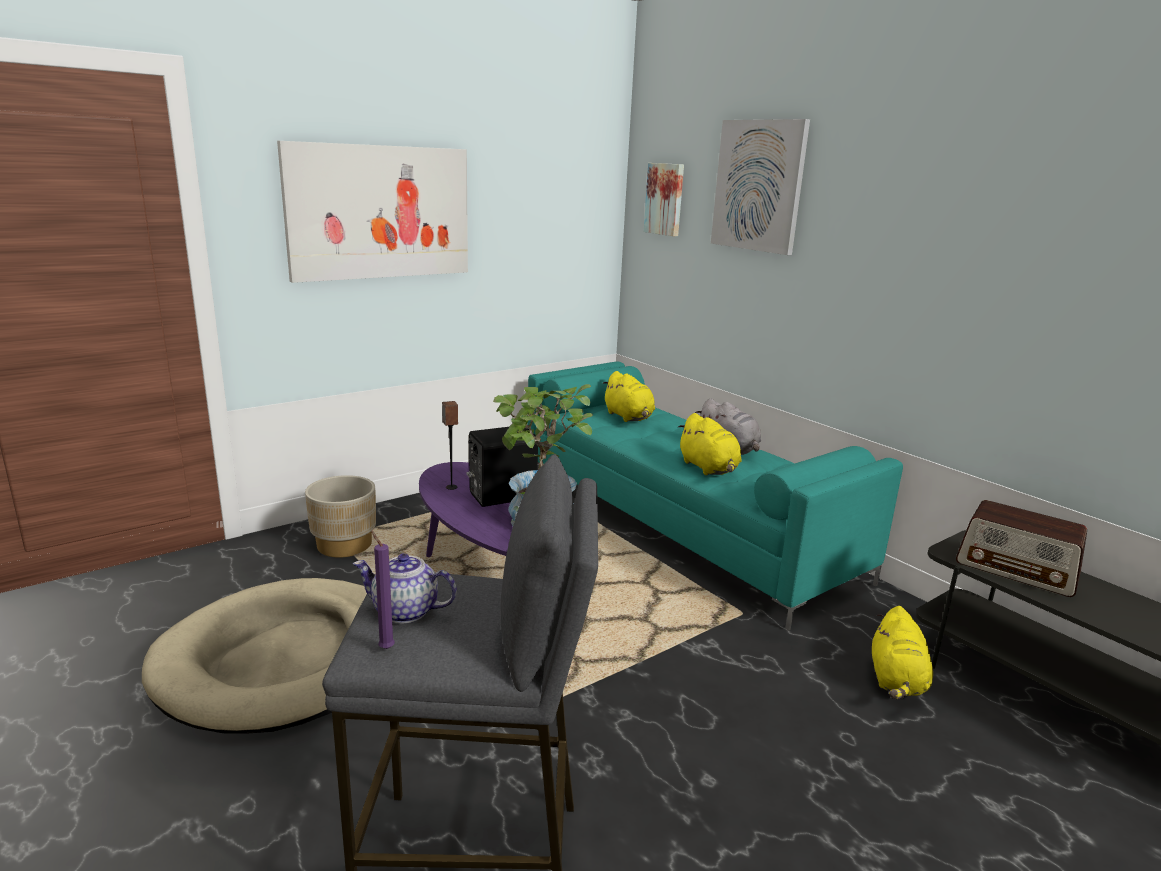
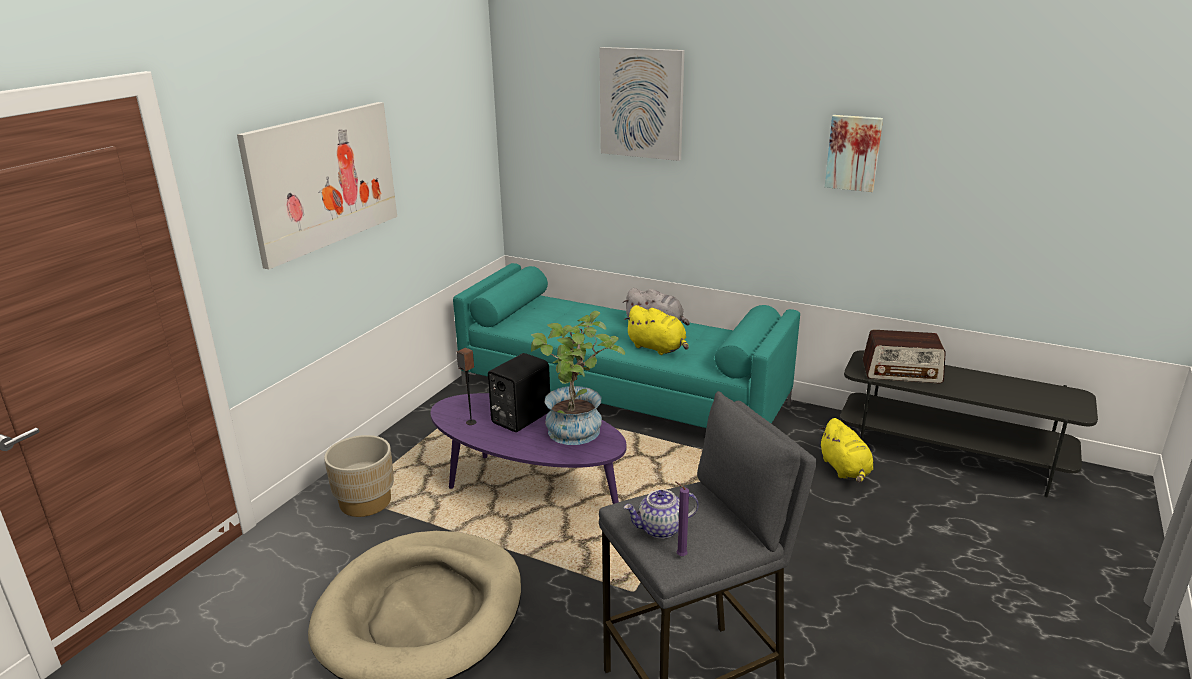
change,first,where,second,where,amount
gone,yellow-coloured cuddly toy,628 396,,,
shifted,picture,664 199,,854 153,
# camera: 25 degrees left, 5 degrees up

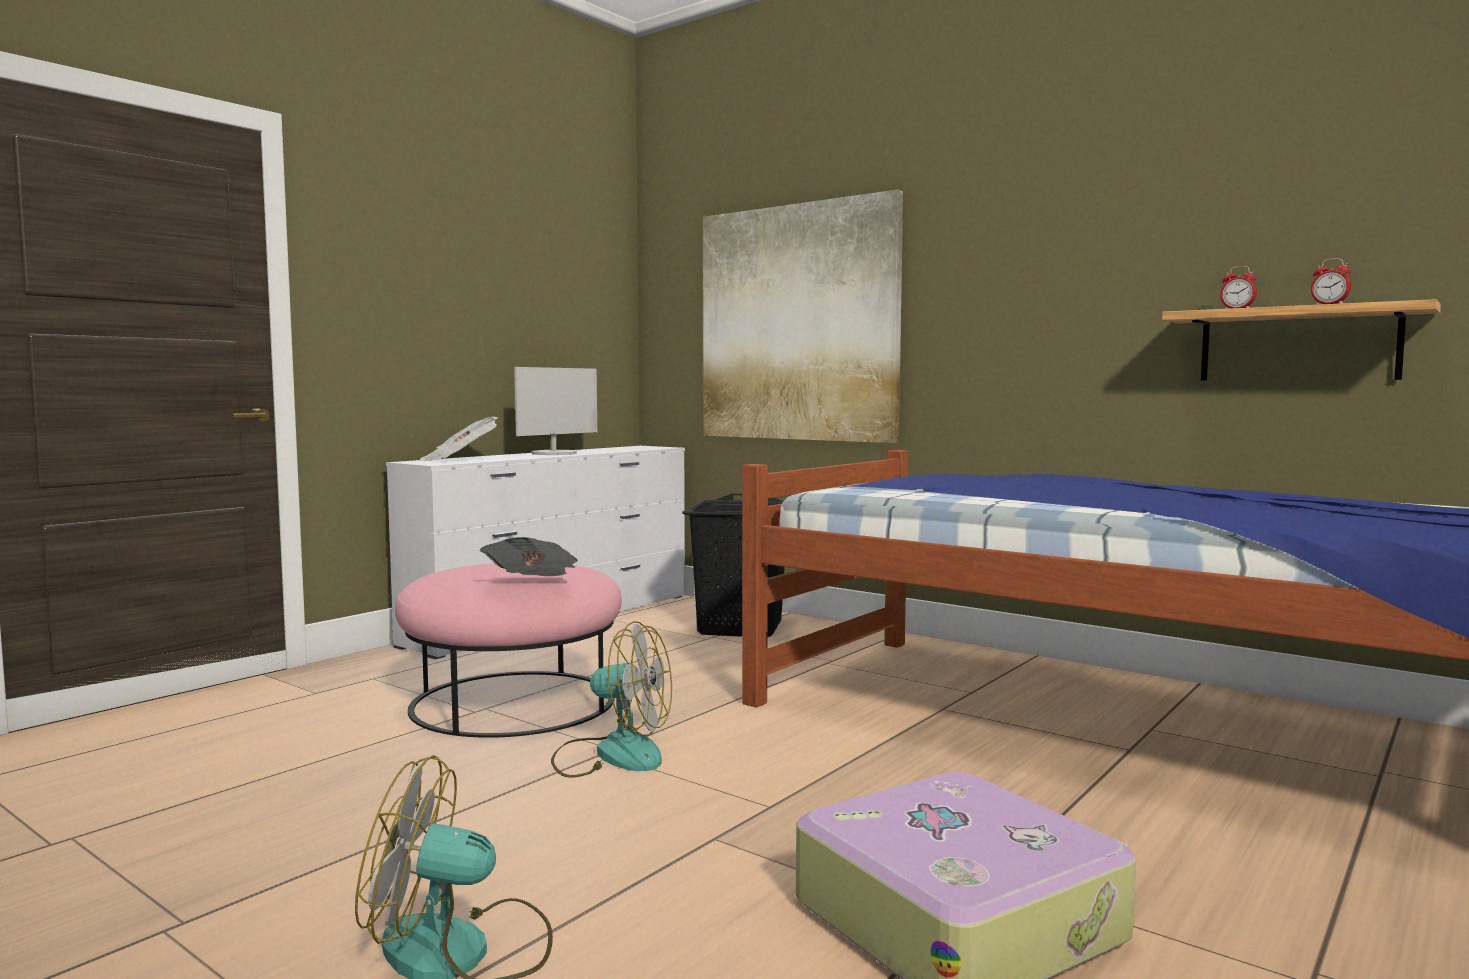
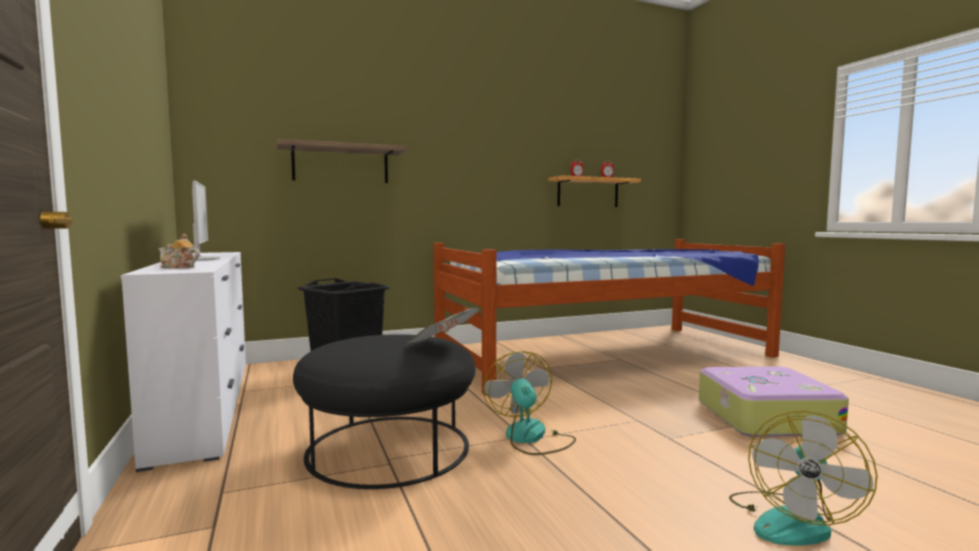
change,first,where,second,where,amount
repainted,pinkish pouffe,508 650,black pouffe,384 411,
swapped,daily paper,459 439,tea pot,179 251,
rotated,cooling fan,611 699,,529 403,60 degrees counterclockwise
swapped,picture,803 316,wall shelf,342 161,
# camera: 60 degrees left, 0 degrees up

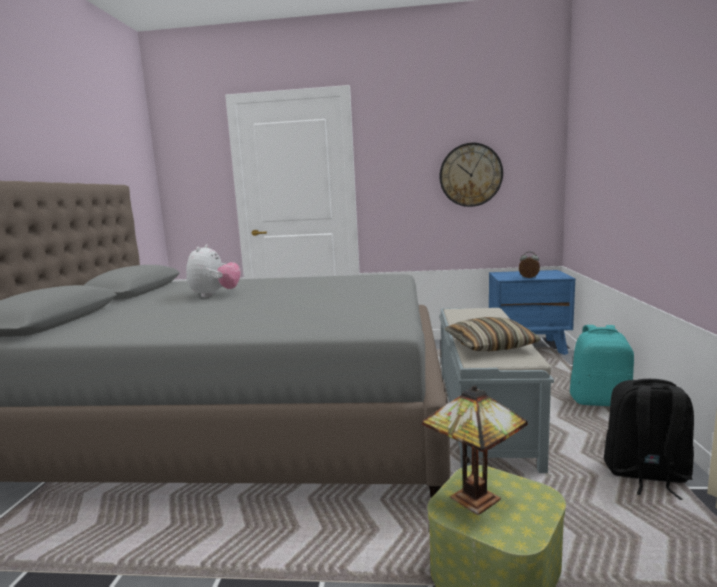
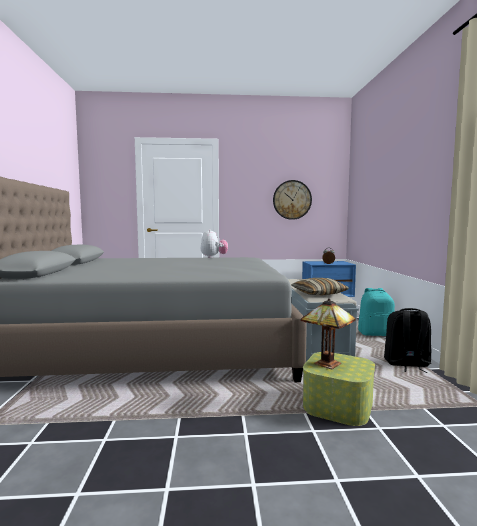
change,first,where,second,where,amount
shifted,cuddly toy,213 271,,214 243,
# camera: 10 degrees left, 5 degrees down

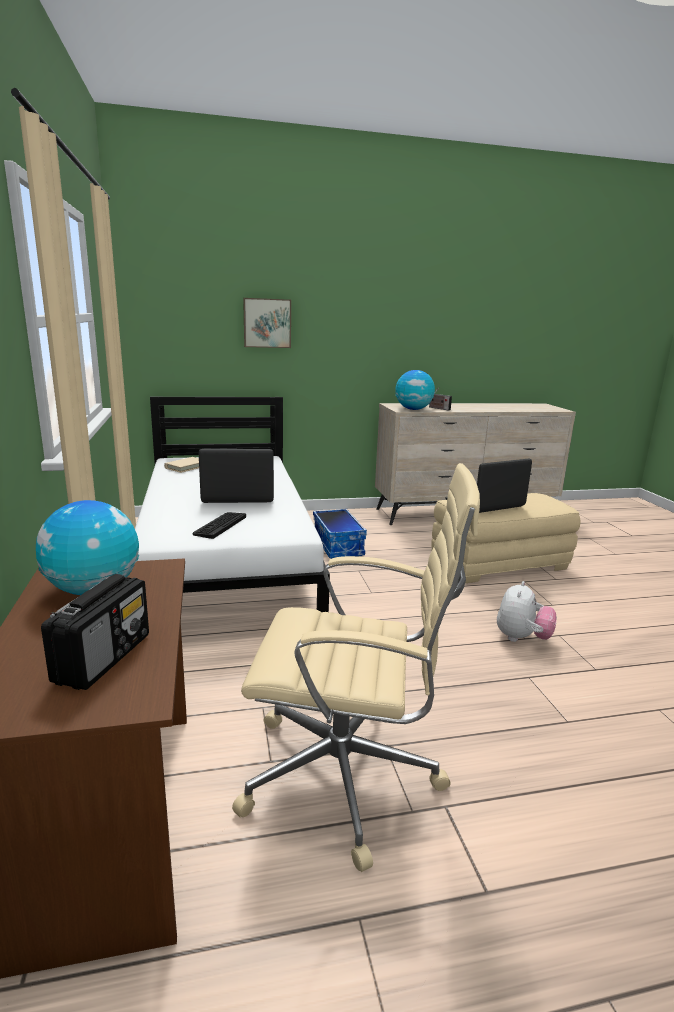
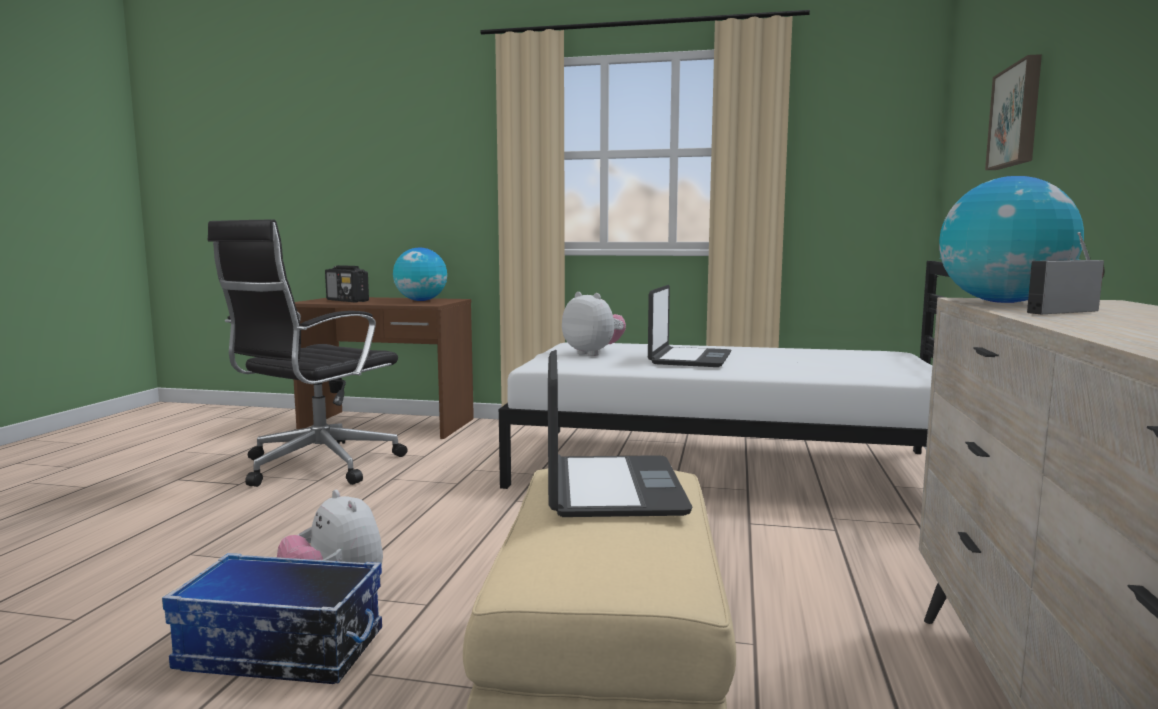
change,first,where,second,where,amount
gone,sand-coloured bound book,181 465,,,
swapped,PC keyboard,219 525,cuddly toy,594 324,
repainted,sand-coloured computer chair,356 667,black computer chair,307 353,
shifted,storage container,340 534,,272 618,
# camera: 115 degrees right, 10 degrees down

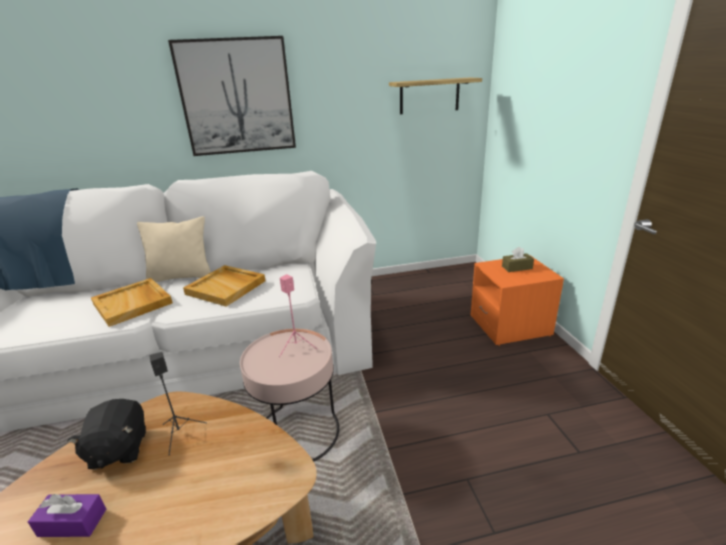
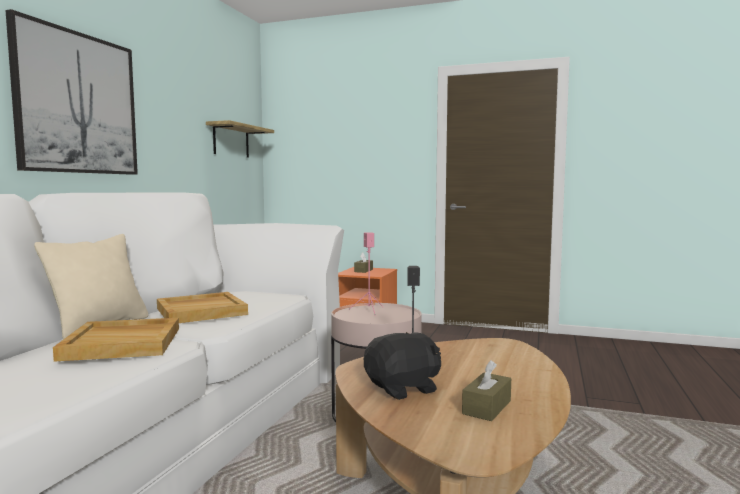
change,first,where,second,where,amount
repainted,purplish tissue holder,67 515,brown-coloured tissue holder,486 390,
rotated,black cuddly toy,106 434,,402 366,45 degrees counterclockwise
# camera: 60 degrees left, 20 degrees down

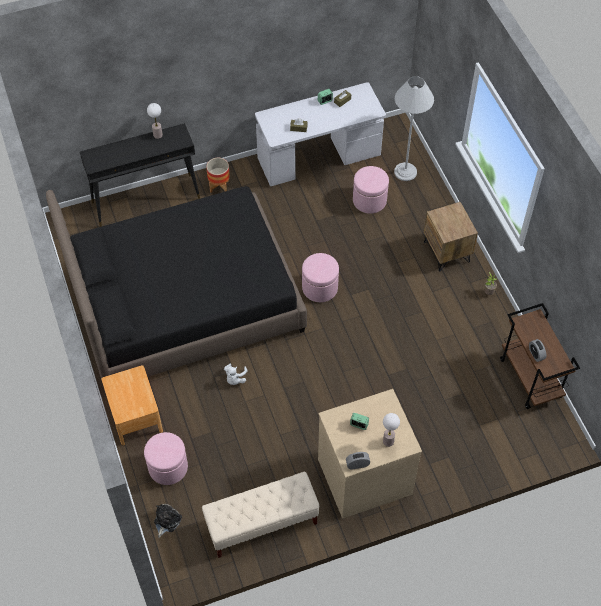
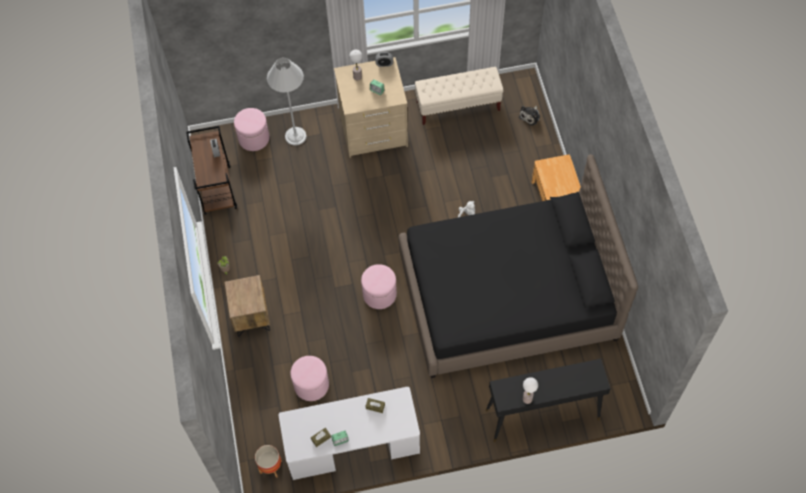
change,first,where,second,where,amount
shifted,pinkish pouffe,166 458,,252 129,
shifted,flower pot,218 175,,268 461,
shifted,white-coloured floor lamp,414 128,,287 102,
# camera: 170 degrees left, 5 degrees up

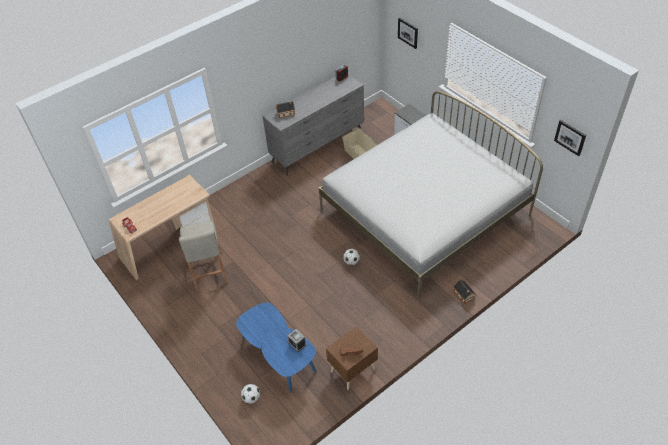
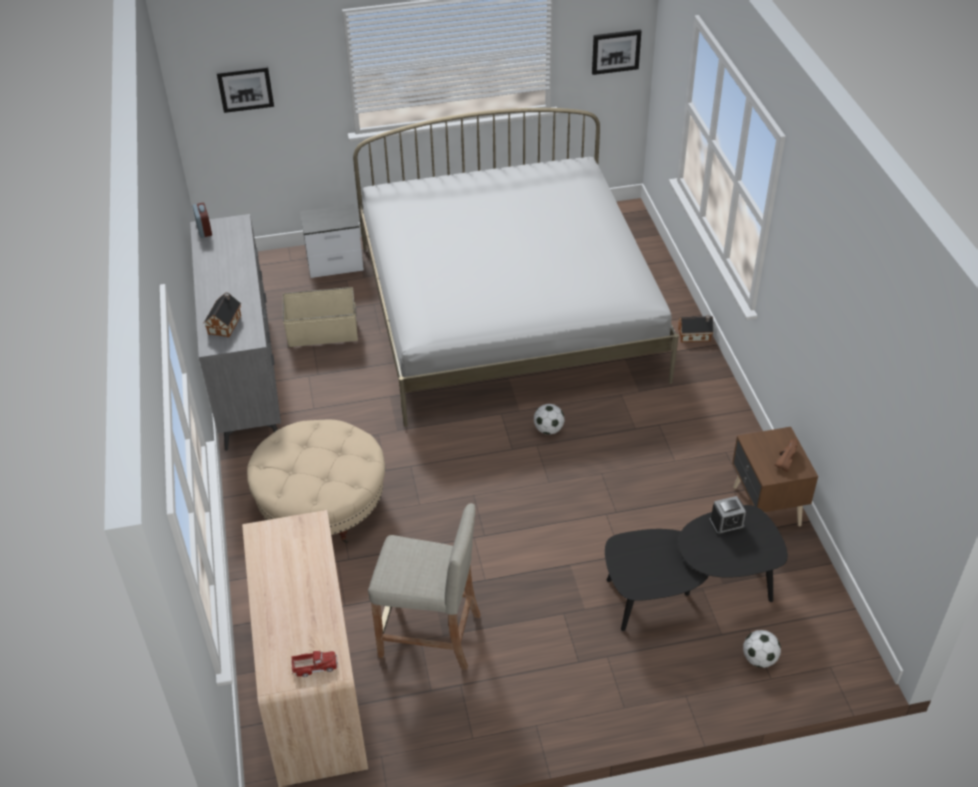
change,first,where,second,where,amount
repainted,blue lounge table,276 347,black lounge table,696 568,
new,,,sand-coloured pouffe,316 481,
# camera: 65 degrees left, 5 degrees down

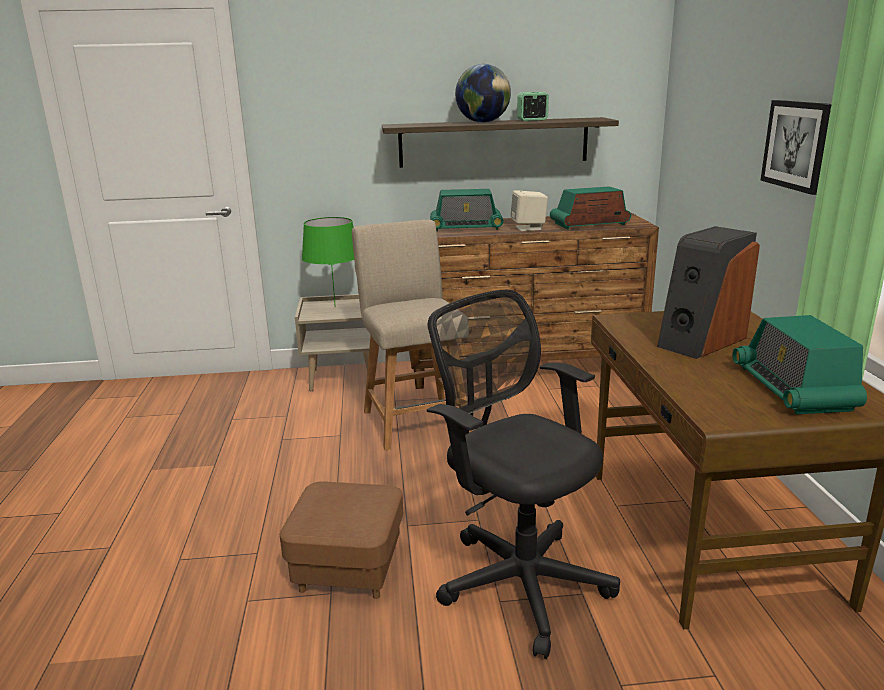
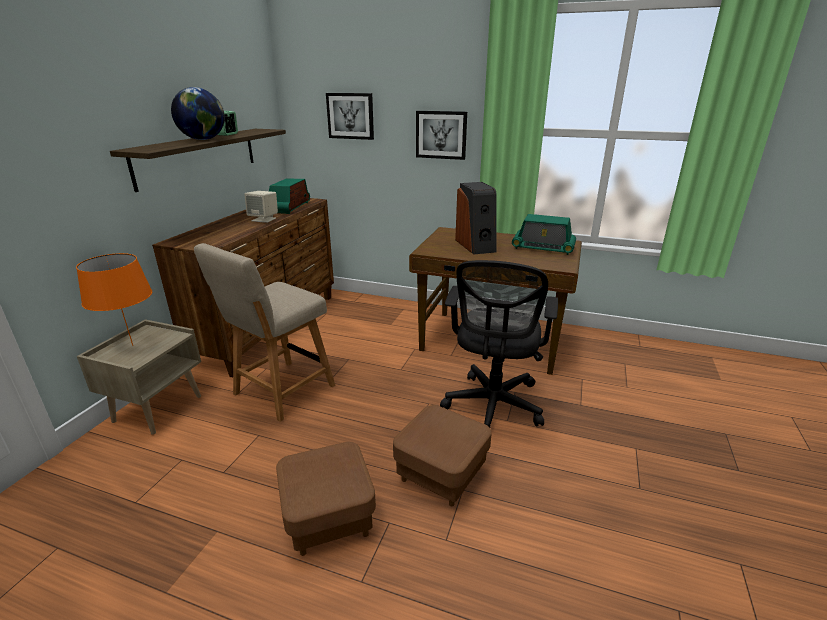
change,first,where,second,where,amount
repainted,green table lamp,328 262,orangey table lamp,114 299,
rotated,sand-coloured chair,412 335,,264 332,60 degrees counterclockwise
rotated,black computer chair,523 474,,499 344,60 degrees counterclockwise
gone,radio receiver,466 210,,,
new,,,brown-coloured pouffe,326 499,
new,,,picture,350 116,
# camera: 65 degrees left, 5 degrees up

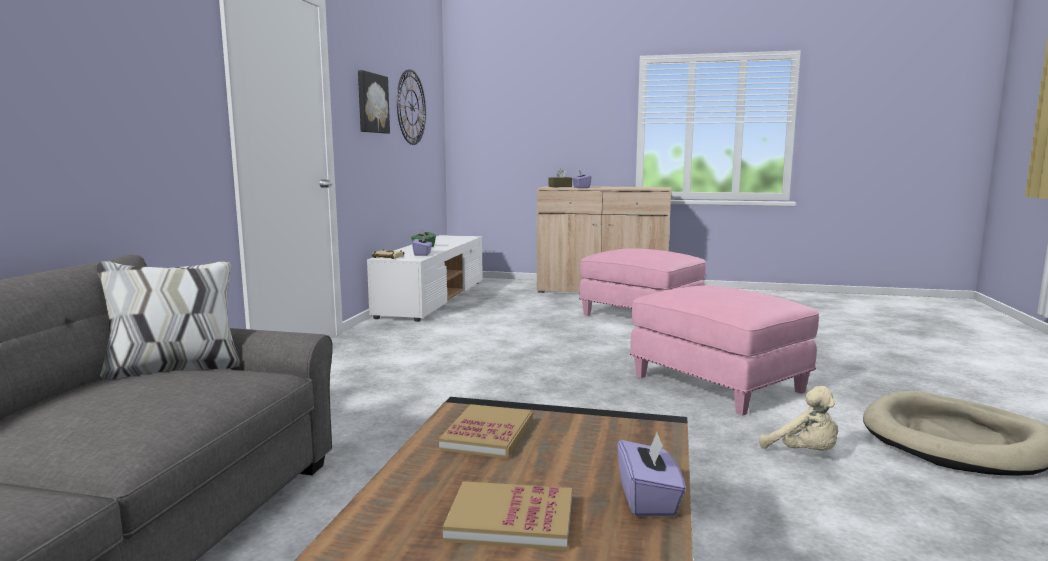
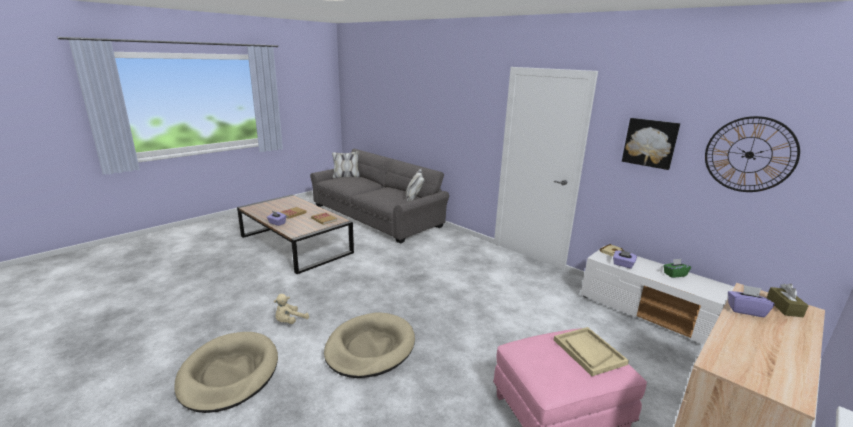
change,first,where,second,where,amount
swapped,pinkish pouffe,724 350,sand-coloured pet bed,369 345,
rotated,sand-coloured cuddly toy,798 418,,291 309,45 degrees counterclockwise
new,,,sand-coloured tray,591 351,
# camera: 120 degrees right, 10 degrees up

